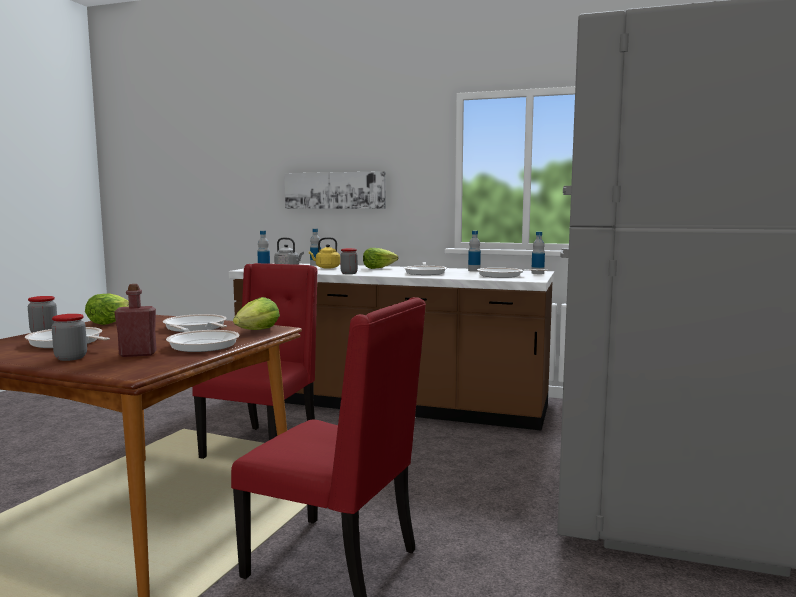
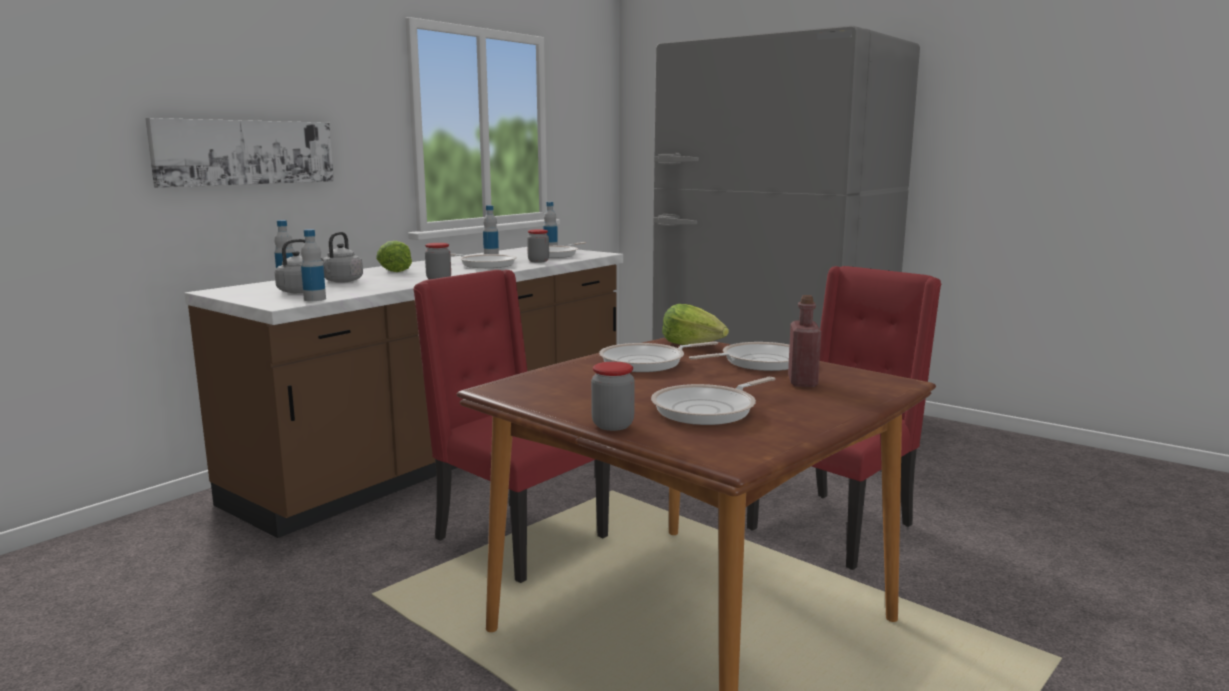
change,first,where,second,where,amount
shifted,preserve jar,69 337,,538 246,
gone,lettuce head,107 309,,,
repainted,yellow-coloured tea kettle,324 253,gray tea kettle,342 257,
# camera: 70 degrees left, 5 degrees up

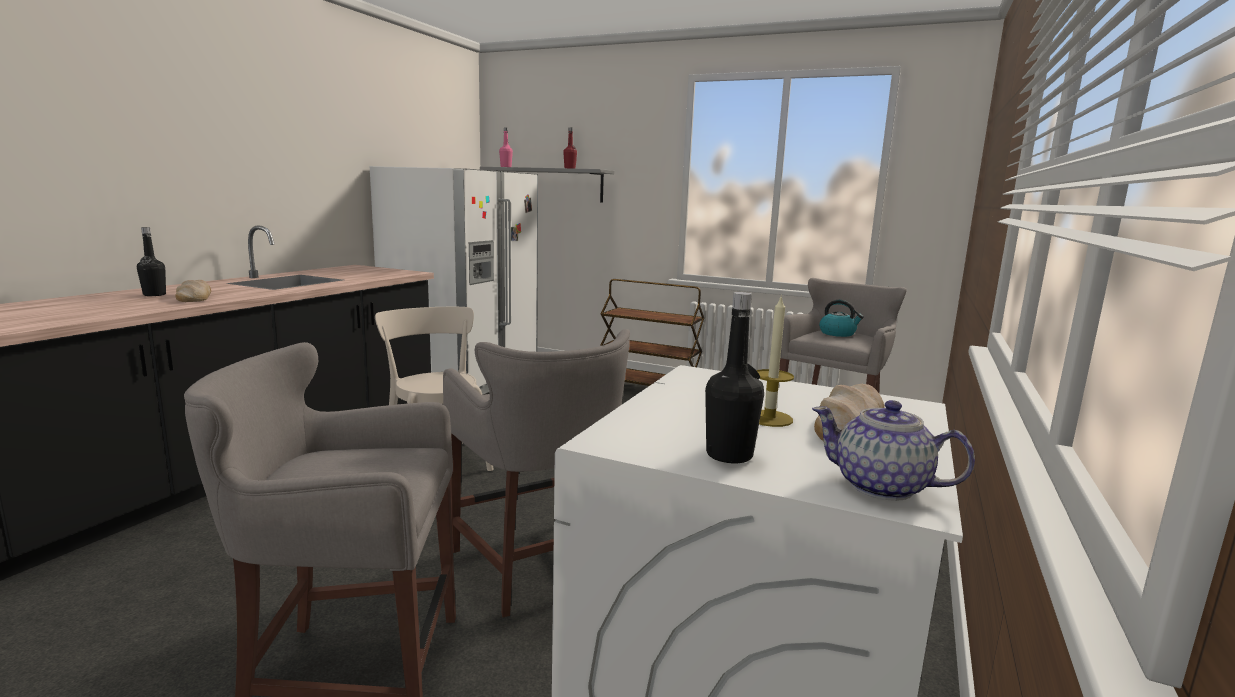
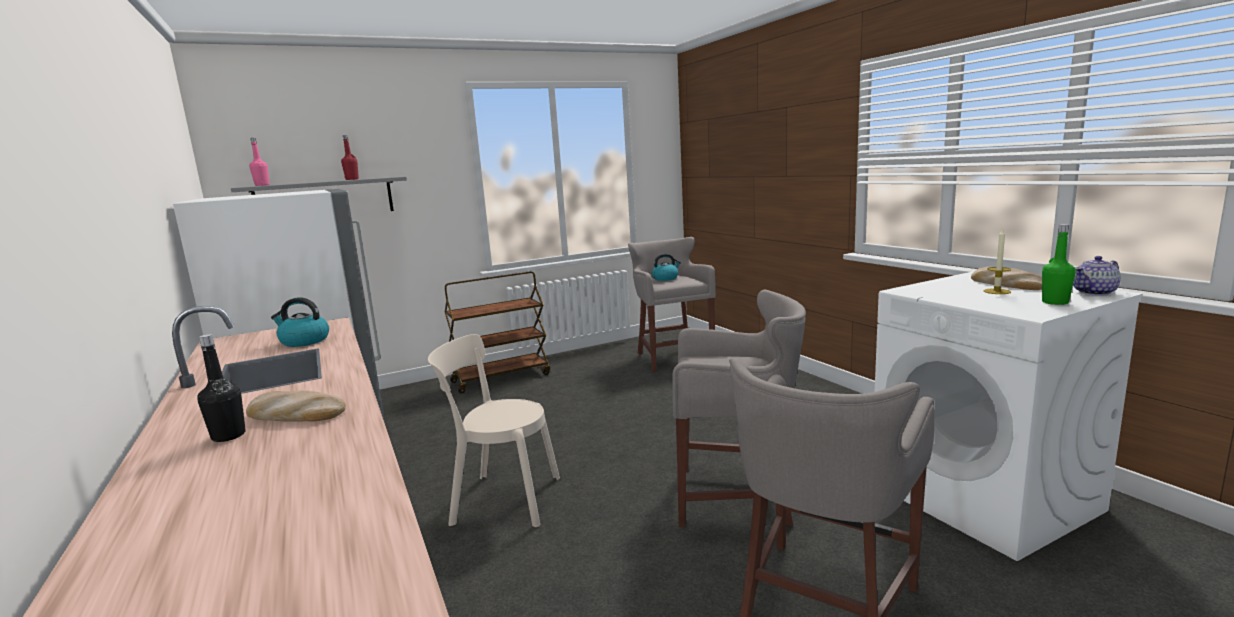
change,first,where,second,where,amount
repainted,black beverage bottle,734 377,green beverage bottle,1059 264,
new,,,tea kettle,300 322,
# camera: 50 degrees left, 0 degrees up

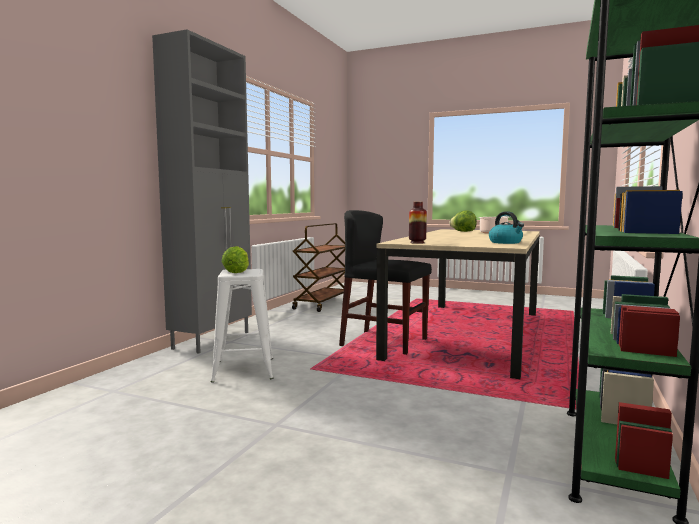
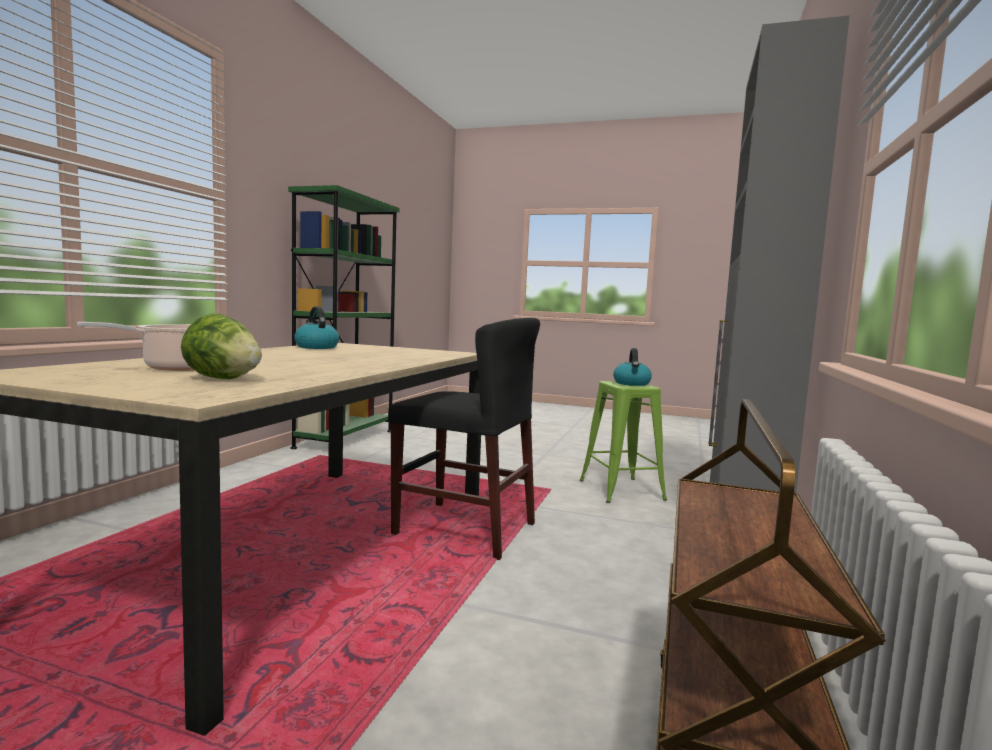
change,first,where,second,where,amount
repainted,white-coloured sitting stool,242 326,green sitting stool,623 442,
swapped,lettuce head,235 259,tea kettle,632 367,
gone,decorative vase,418 223,,,
# camera: 175 degrees right, 0 degrees up

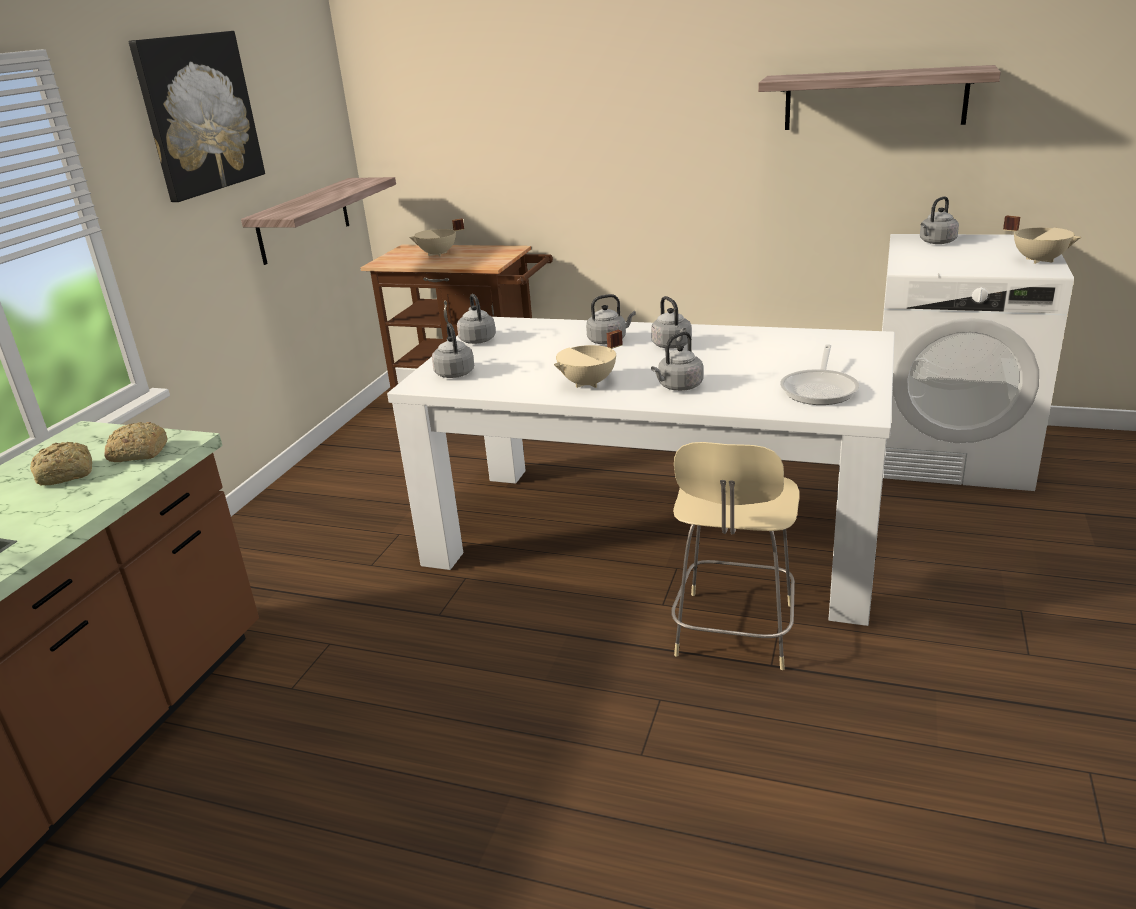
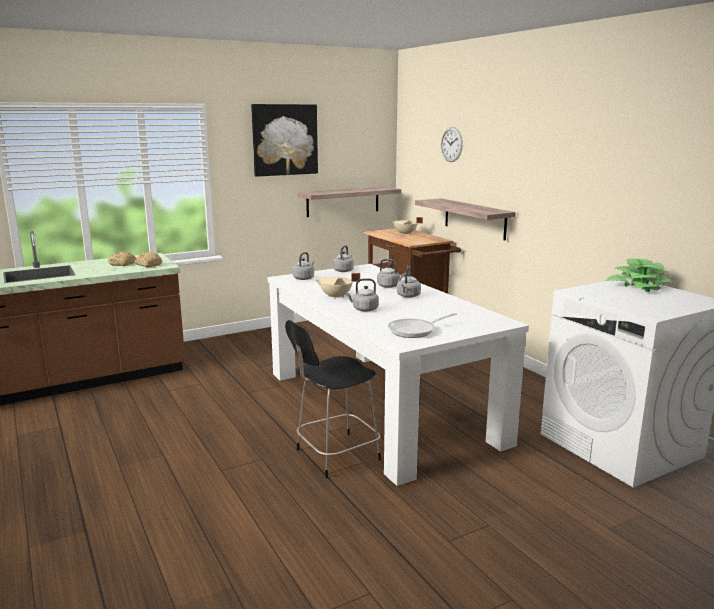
change,first,where,second,where,amount
repainted,sand-coloured chair,735 556,black chair,333 399,
shifted,wall shelf,879 97,,465 219,
swapped,gray tea kettle,939 220,potted plant,640 275,
gone,sand-coloured stockpot,1042 240,,,
new,,,wall clock,452 144,
# camera: 40 degrees right, 10 degrees down

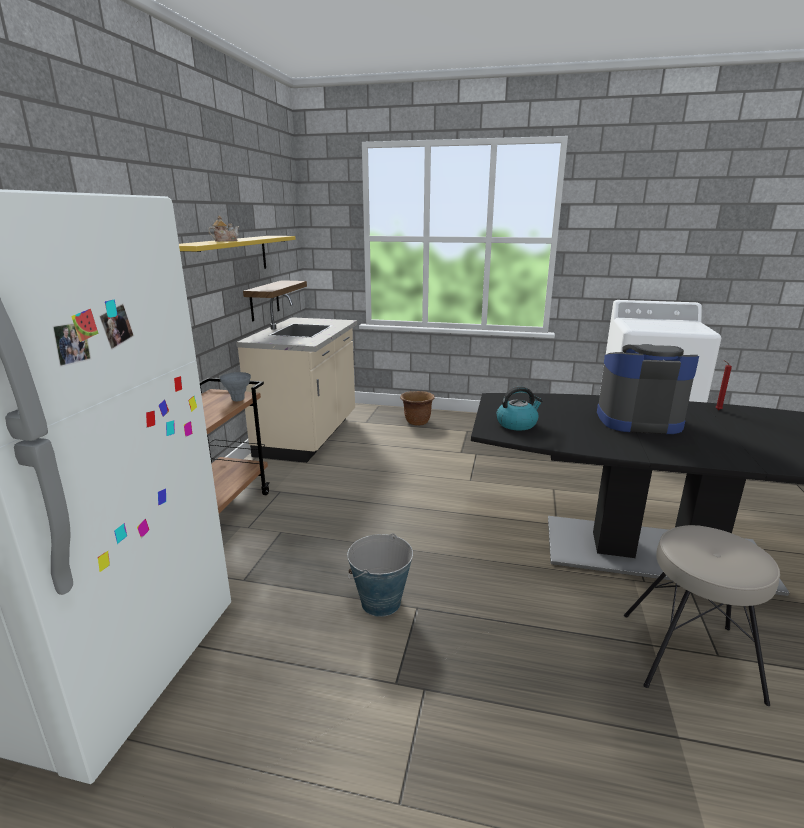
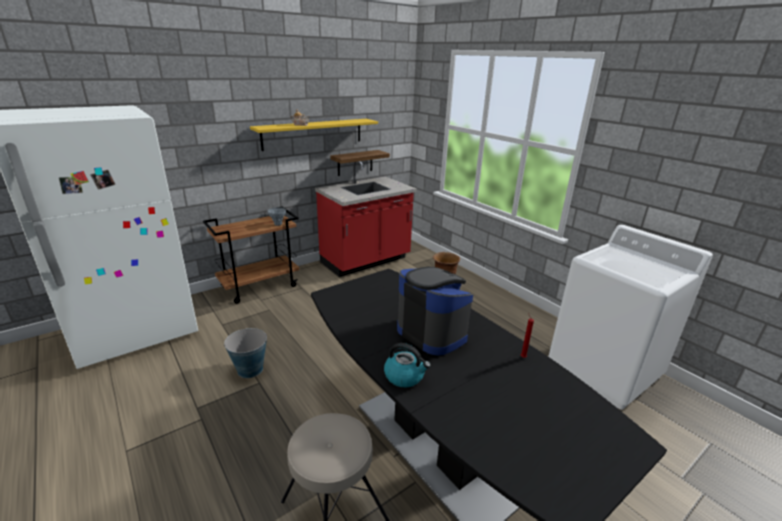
change,first,where,second,where,amount
repainted,sand-coloured kitchen counter,296 378,red-coloured kitchen counter,366 219,
shifted,tea kettle,519 409,,407 365,
# camera: 40 degrees right, 5 degrees up

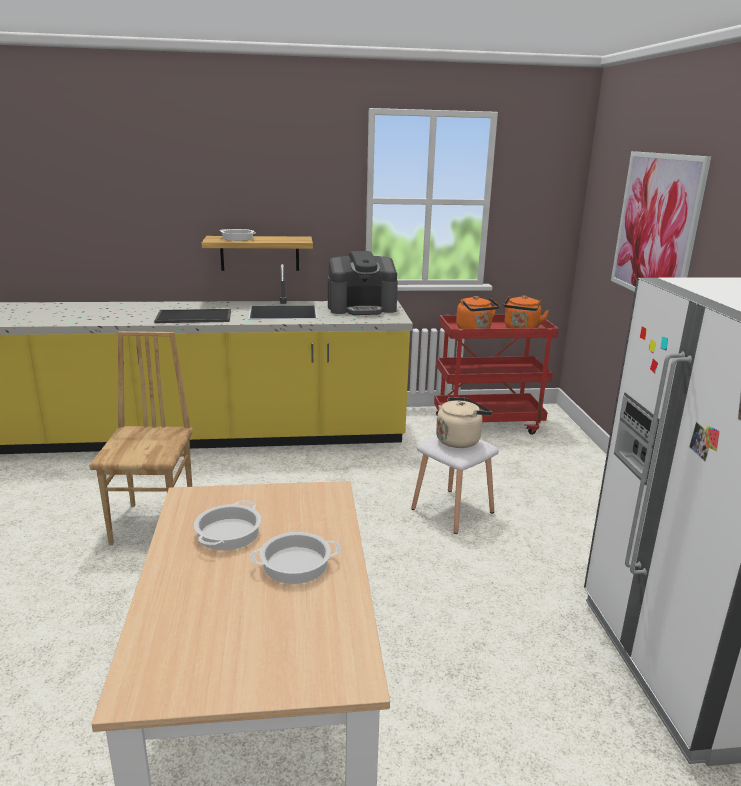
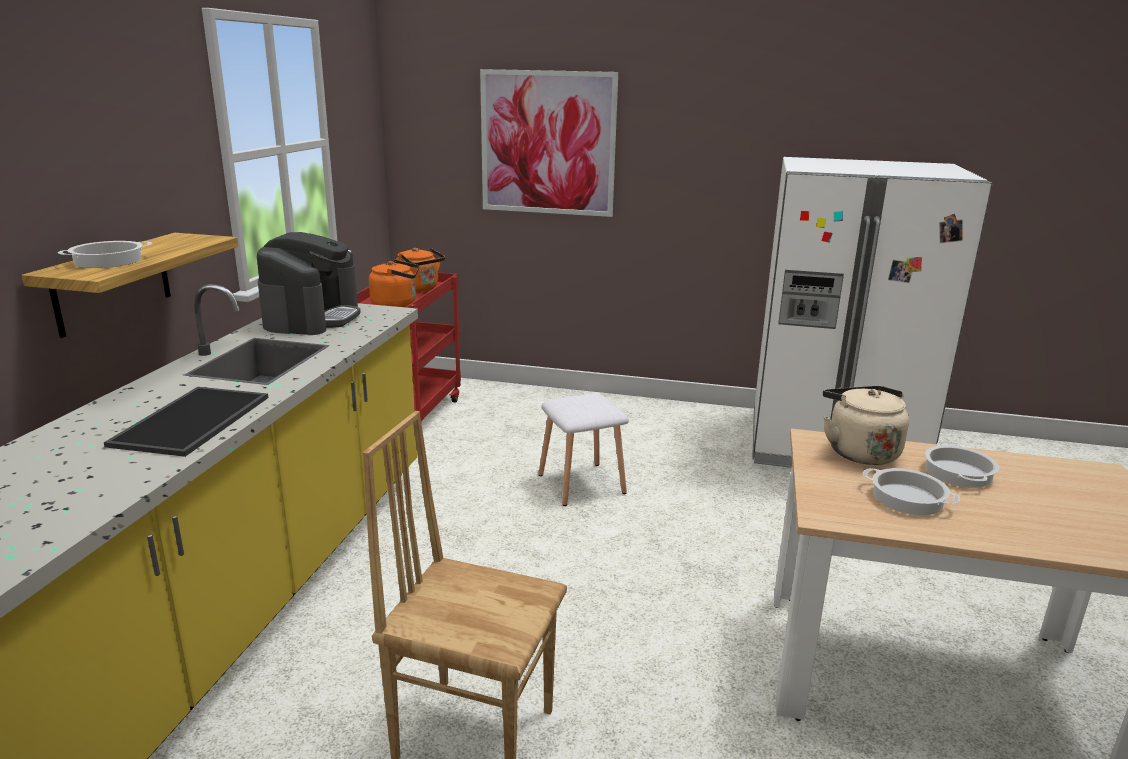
change,first,where,second,where,amount
shifted,sand-coloured tea kettle,464 422,,866 425,
# camera: 70 degrees left, 0 degrees up

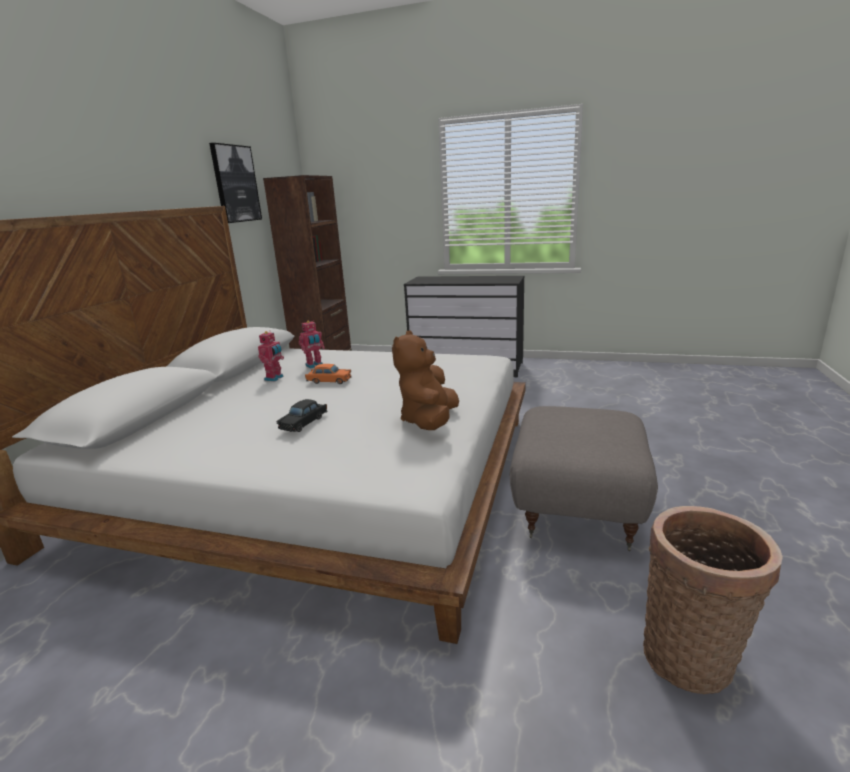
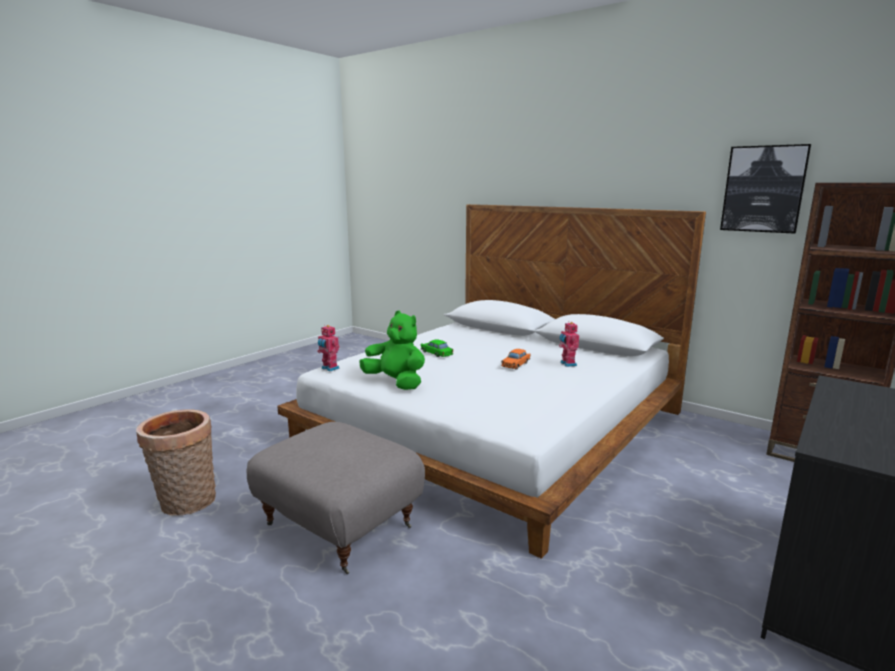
change,first,where,second,where,amount
shifted,model robot,271 356,,328 348,
repainted,black toy car,302 415,green toy car,436 348,
repainted,brown-coloured cuddly toy,425 380,green cuddly toy,392 350,
# camera: 110 degrees right, 5 degrees down

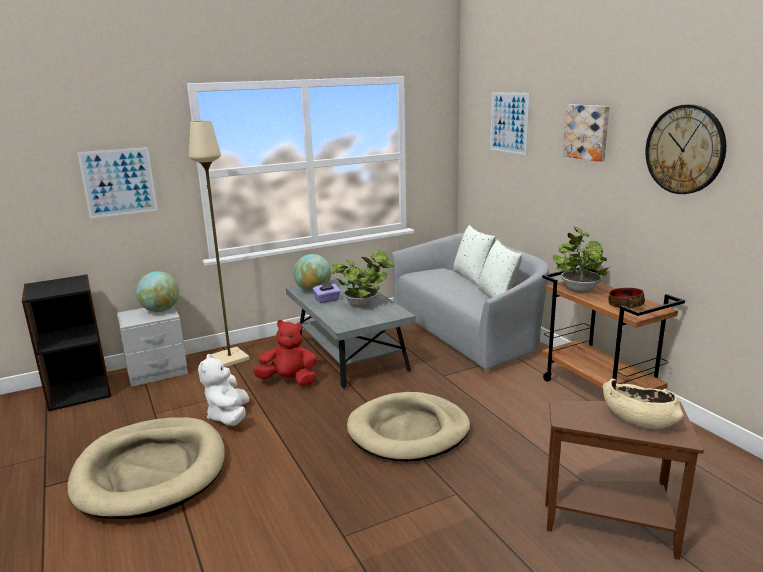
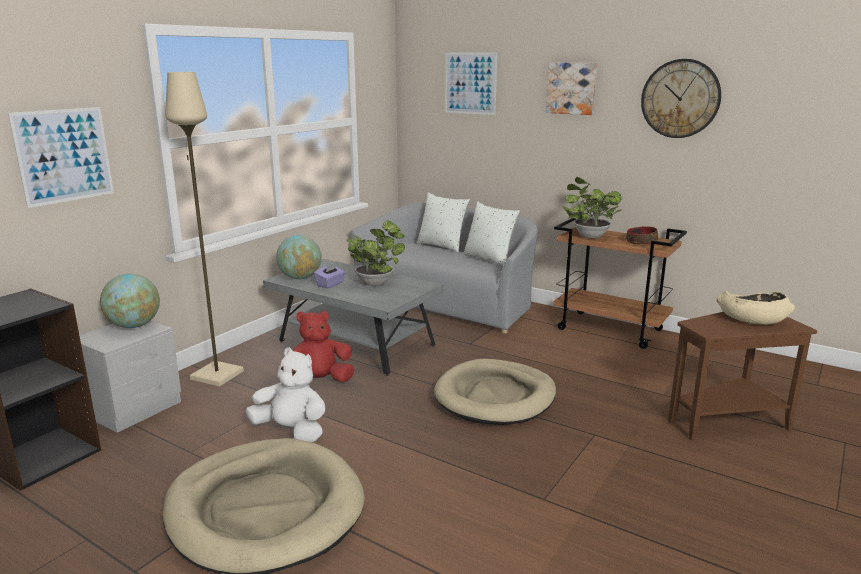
change,first,where,second,where,amount
rotated,white-coloured cuddly toy,223 390,,285 394,150 degrees clockwise
# camera: 30 degrees left, 0 degrees up

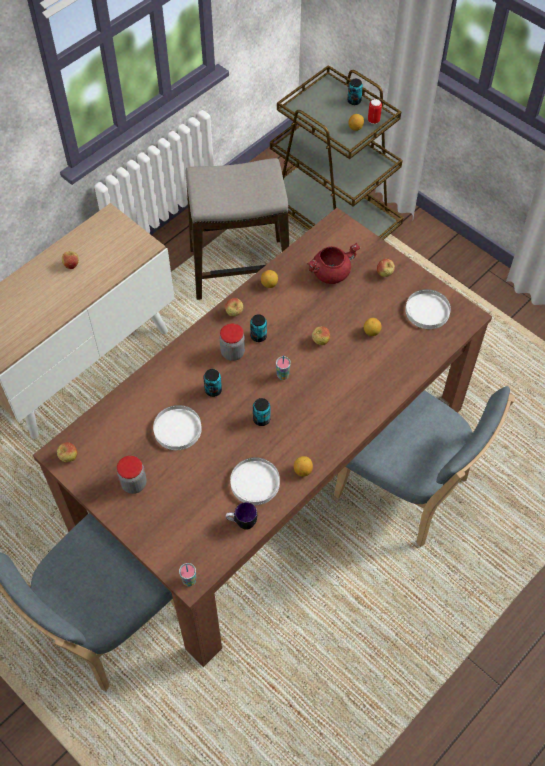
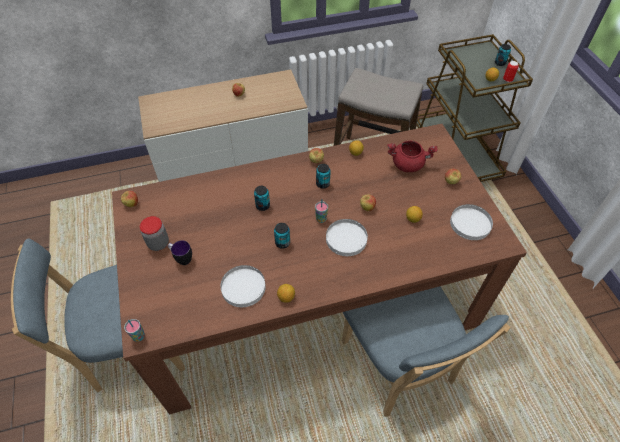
change,first,where,second,where,amount
shifted,white-coloured flat dish,177 427,,347 237,
gone,preserve jar,232 342,,,
shifted,coffee mug,241 516,,180 252,
# camera: 30 degrees right, 5 degrees down

